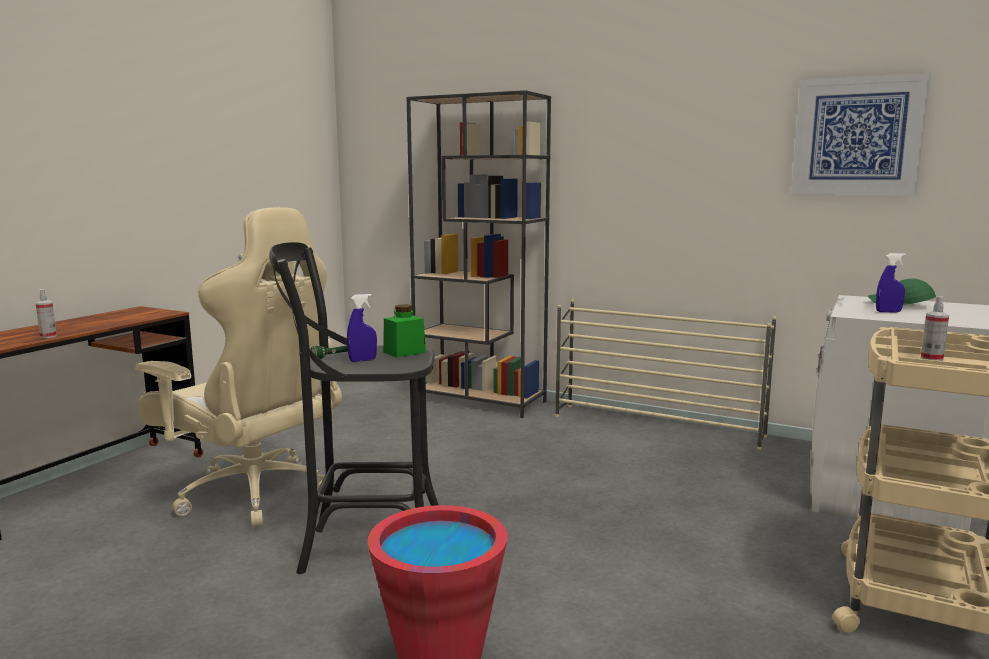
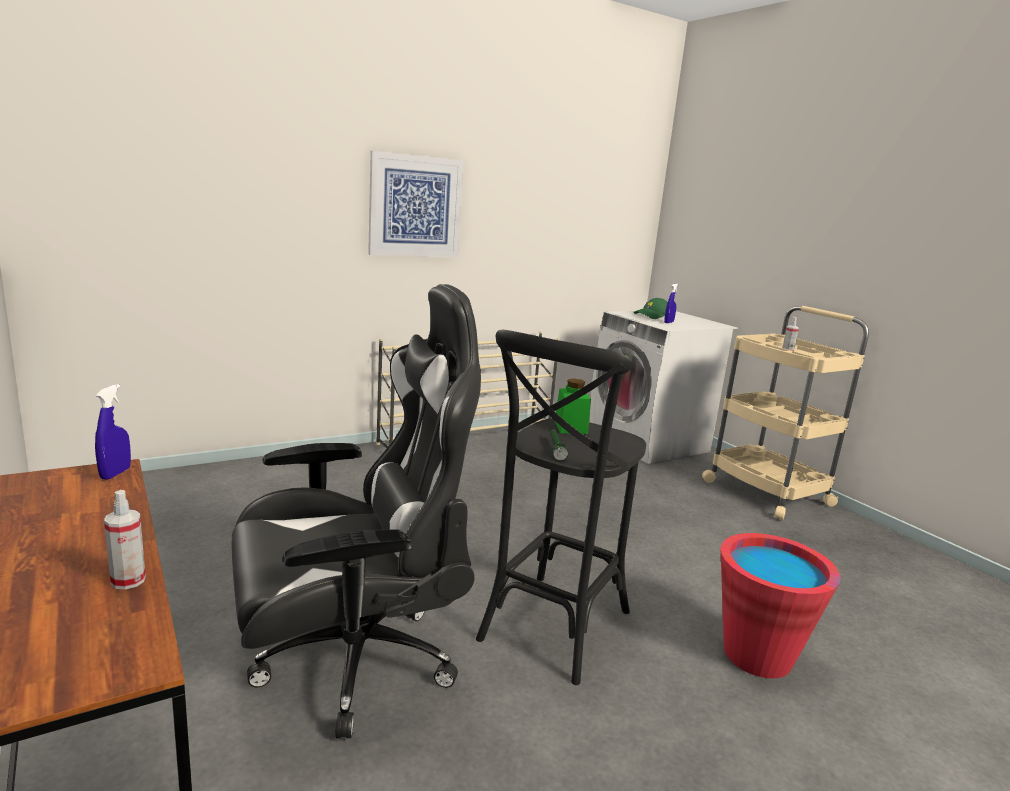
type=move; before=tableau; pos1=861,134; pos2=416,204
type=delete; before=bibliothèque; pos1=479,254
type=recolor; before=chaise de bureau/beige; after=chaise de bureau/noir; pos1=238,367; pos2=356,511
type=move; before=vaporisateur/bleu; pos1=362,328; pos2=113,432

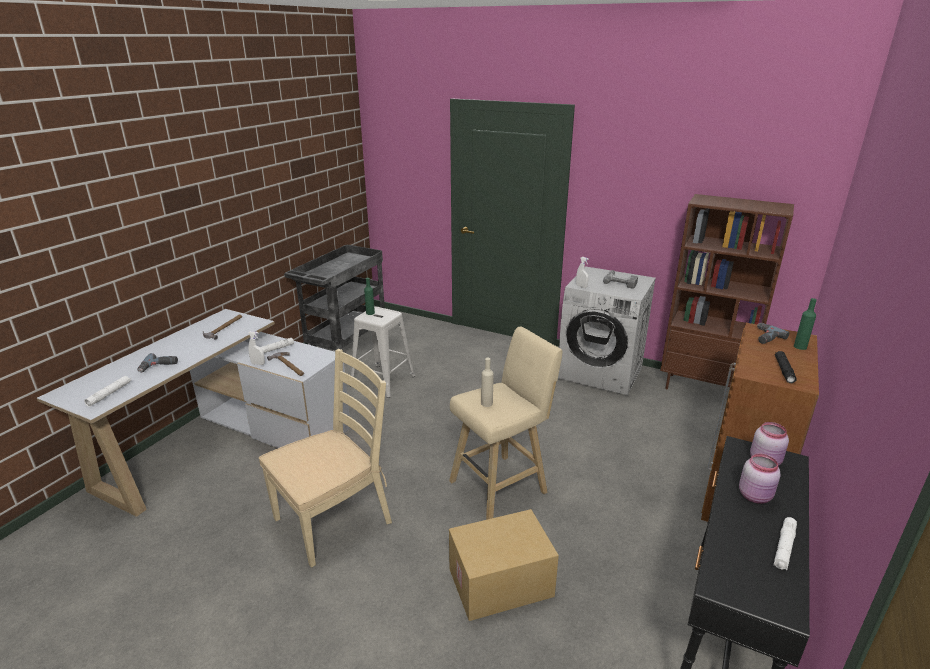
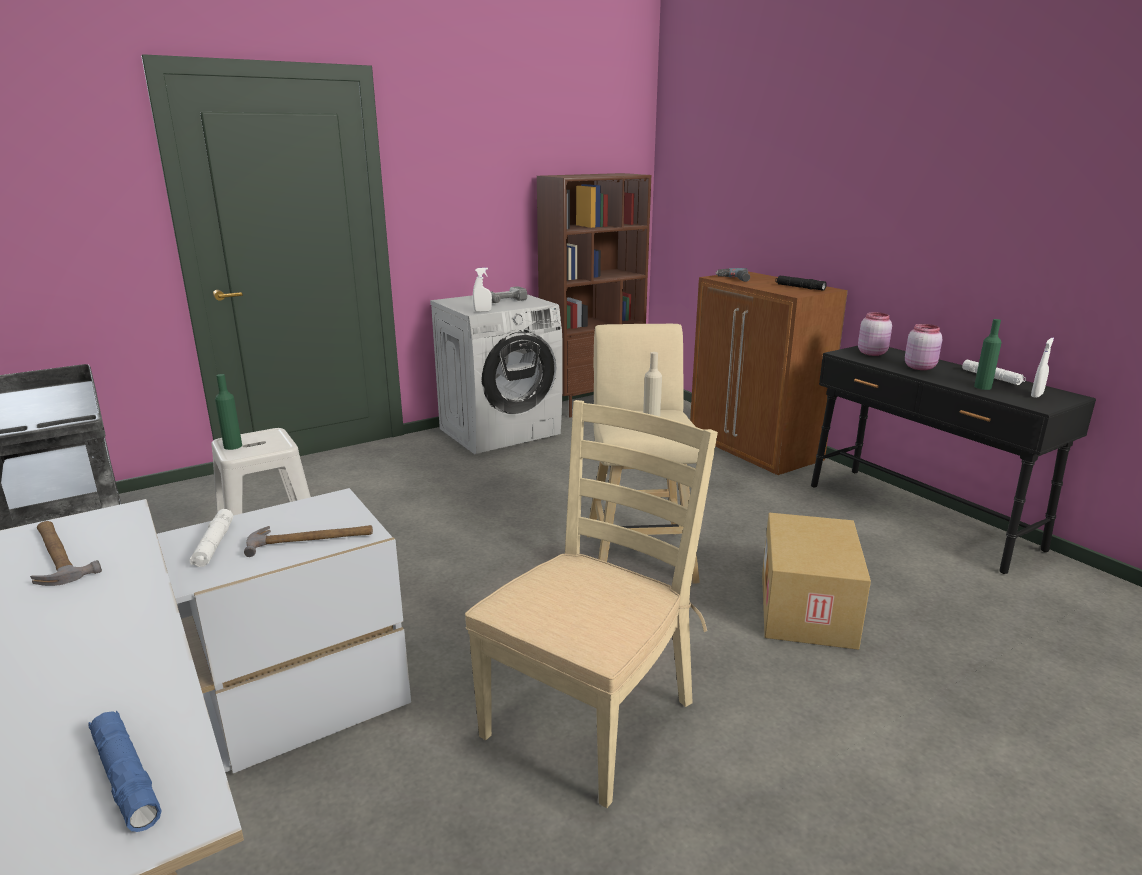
type=move; before=bouteille/vert; pos1=805,324; pos2=988,354
type=move; before=vaporisateur/blanc; pos1=256,348; pos2=1042,368
type=rotate; before=chaise/beige; pos1=325,458; pos2=591,604; turn=45
type=delete; before=perceuse; pos1=157,363
type=recolor; before=lampe de poche/blanc; after=lampe de poche/bleu; pos1=107,391; pos2=125,771

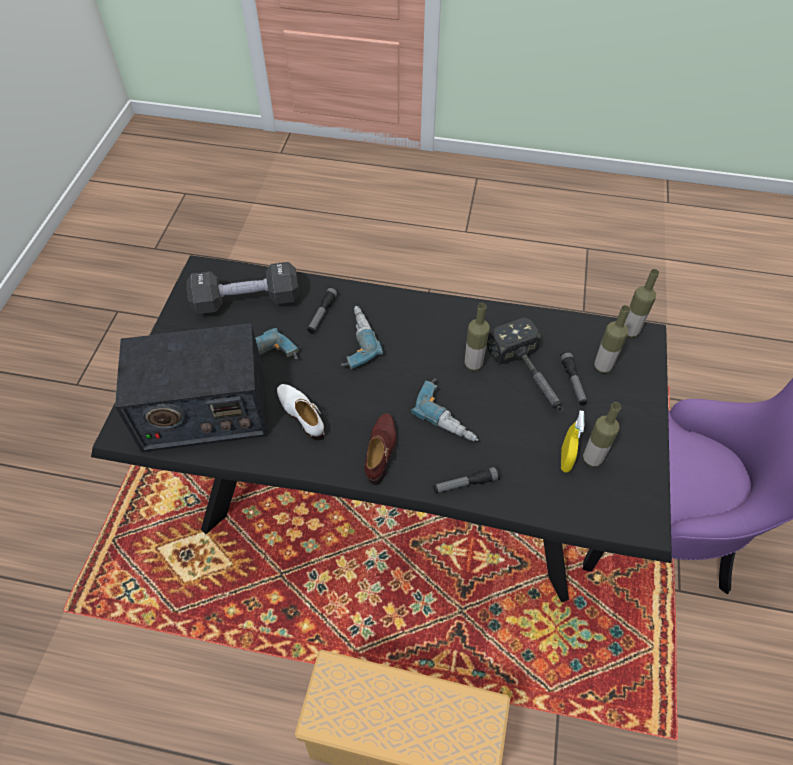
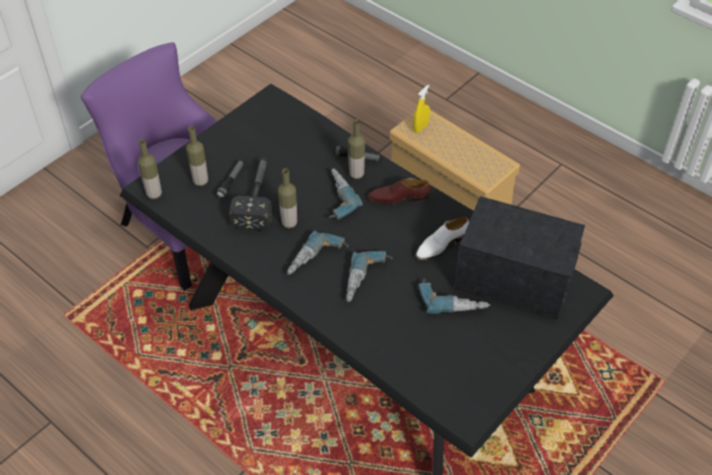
type=delete; before=haltère/noir; pos1=242,288
type=delete; before=lampe de poche; pos1=322,310
type=rotate; before=chaussure/blanc; pos1=301,412; pos2=442,238; turn=60
type=move; before=bouteille; pos1=602,434; pos2=356,149
type=move; before=vaporisateur/jaune; pos1=572,441; pos2=421,109
type=rotate; before=chaussure/marron; pos1=380,449; pos2=399,191; turn=45
type=insert; after=perceuse; pos2=318,252

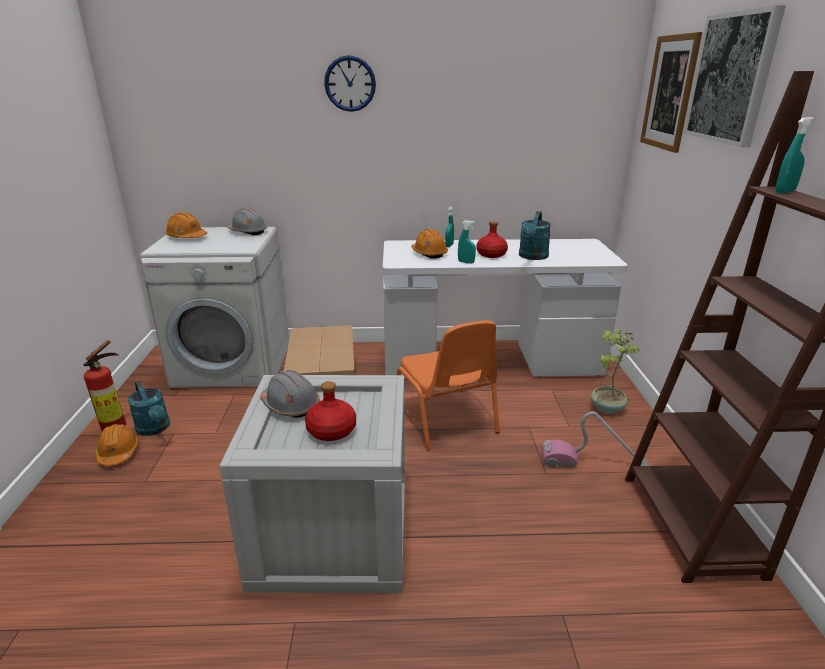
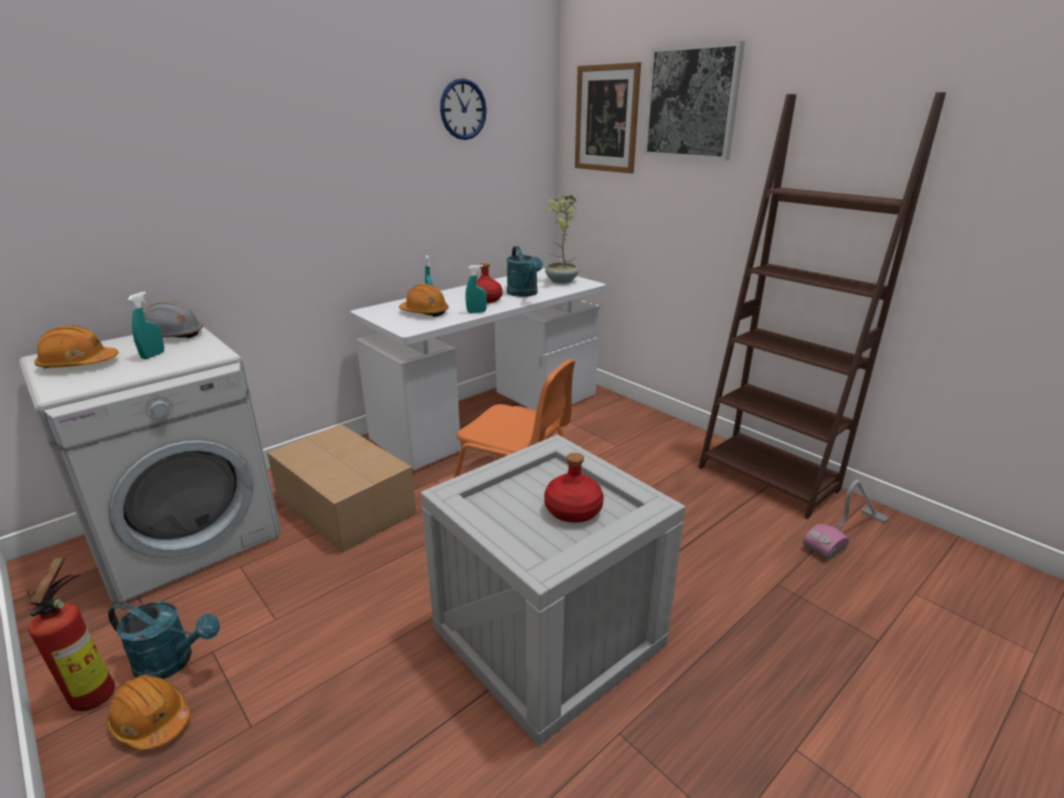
type=move; before=horloge murale; pos1=350,83; pos2=463,109
type=move; before=vaporisateur/turquoise; pos1=794,155; pos2=145,325
type=move; before=plante en pot; pos1=615,371; pos2=561,239
type=delete; before=casque de chantier/gris; pos1=290,394
type=move; before=aspirateur; pos1=595,440; pos2=846,520

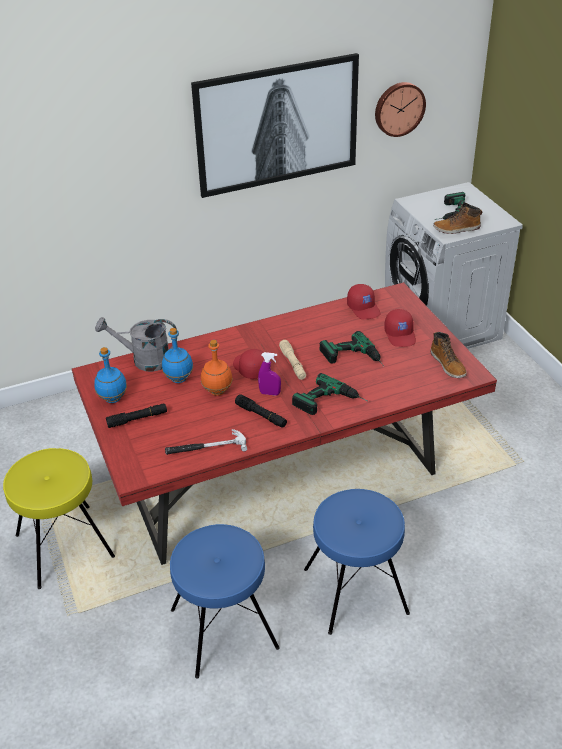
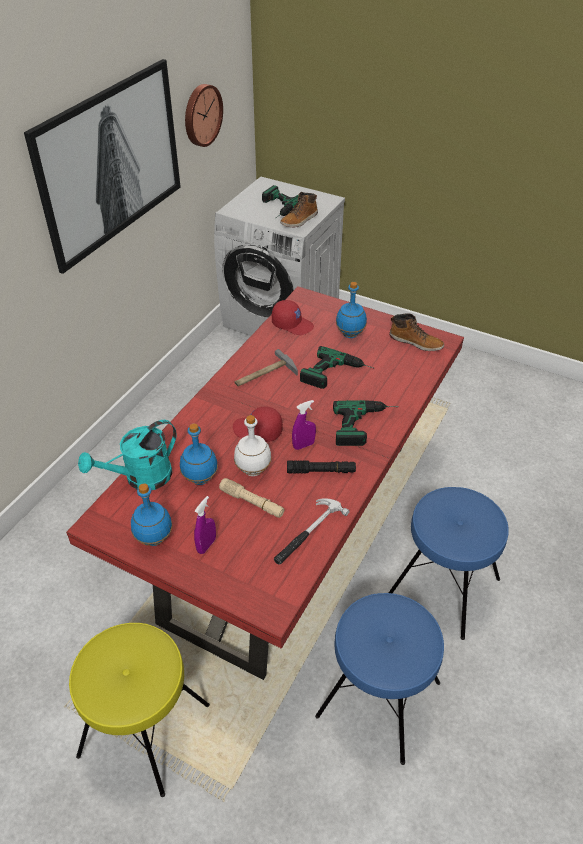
type=replace; before=casquette/rouge; after=bouteille/bleu; pos1=400,328; pos2=351,310
type=recolor; before=arrosoir/gris; after=arrosoir/turquoise; pos1=136,344; pos2=127,455
type=recolor; before=bouteille/orange; after=bouteille/blanc; pos1=217,368; pos2=253,445
type=move; before=lampe de poche/beige; pos1=292,360; pos2=251,498
type=replace; before=lampe de poche/noir; after=vaporisateur/violet; pos1=136,416; pos2=205,525
type=insert; after=marteau; pos2=266,367

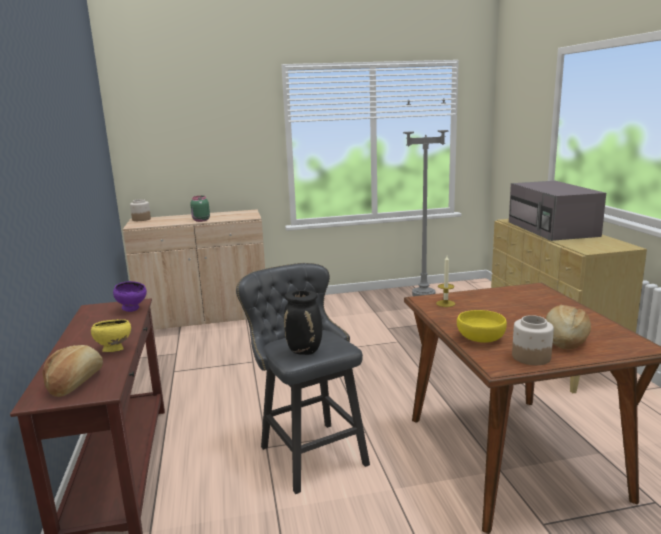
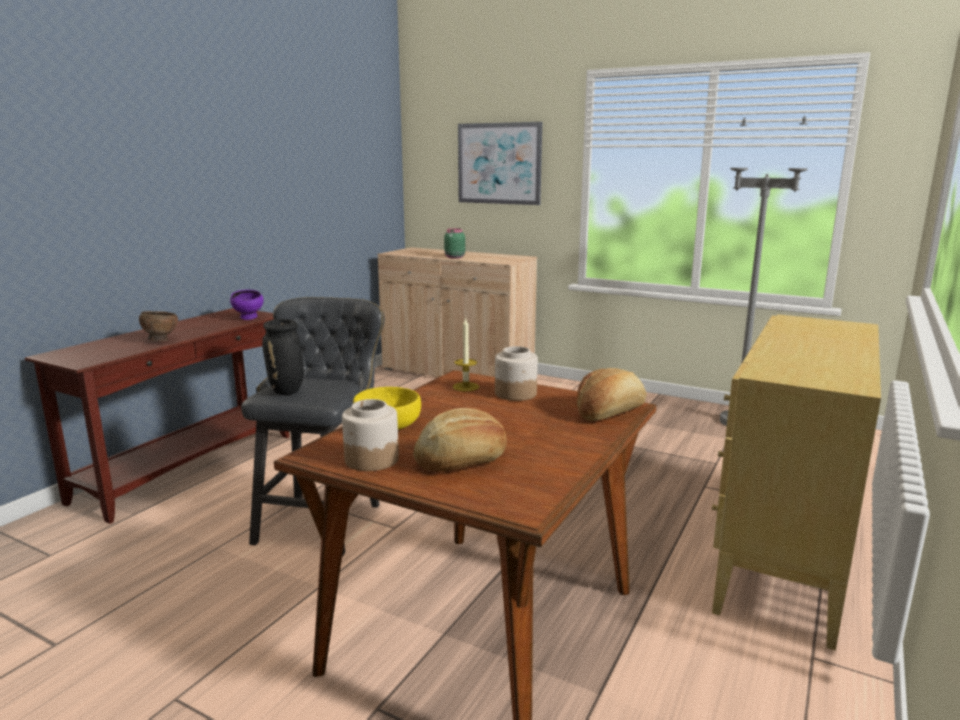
type=delete; before=micro-ondes/gris; pos1=557,211
type=move; before=bocal; pos1=140,210; pos2=516,373
type=recolor; before=bol/jaune; after=bol/marron; pos1=111,335; pos2=158,326
type=move; before=pain; pos1=73,371; pos2=612,394
type=insert; after=tableau; pos2=500,163

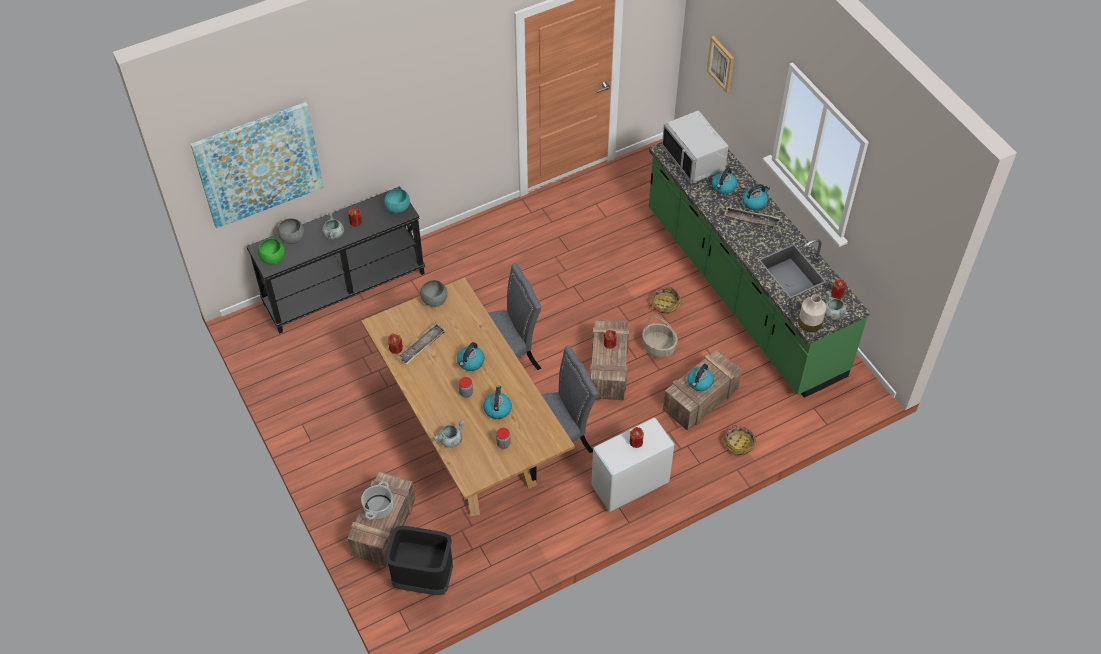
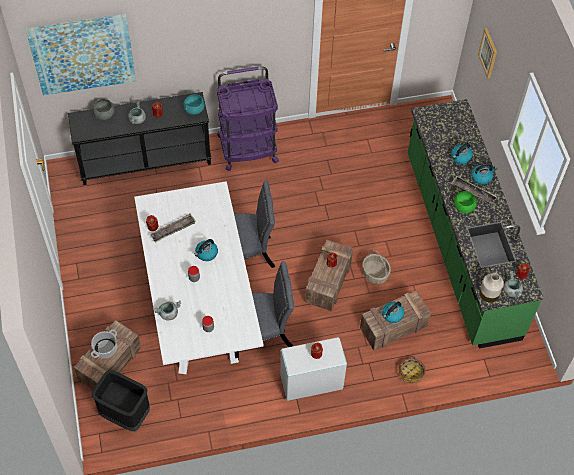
type=delete; before=micro-ondes/gris; pos1=695,147
type=move; before=bol/vert; pos1=271,251; pos2=465,202
type=recolor; before=table à manger/marron; after=table à manger/blanc; pos1=468,397; pos2=199,277
type=delete; before=bol/gris; pos1=434,293
type=delete; before=panier; pos1=665,300
type=delete; before=bouilloire; pos1=497,402
type=insert; after=chariot/violet; pos2=248,119

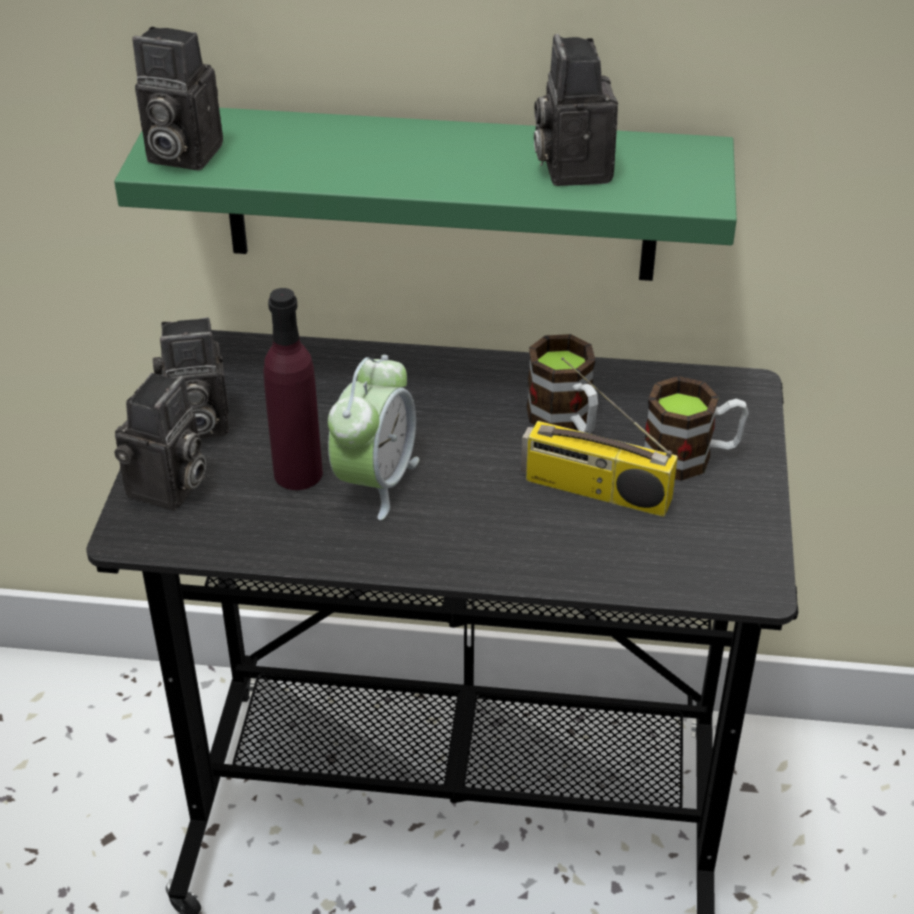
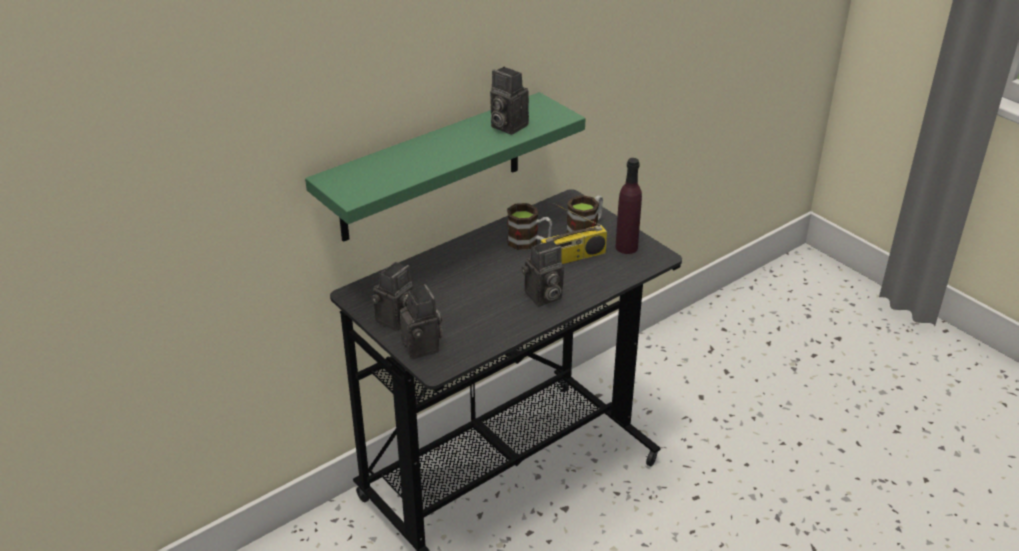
type=move; before=appareil photo; pos1=178,98; pos2=543,273
type=move; before=bouteille/violet; pos1=293,389; pos2=629,206
type=delete; before=réveil; pos1=373,437

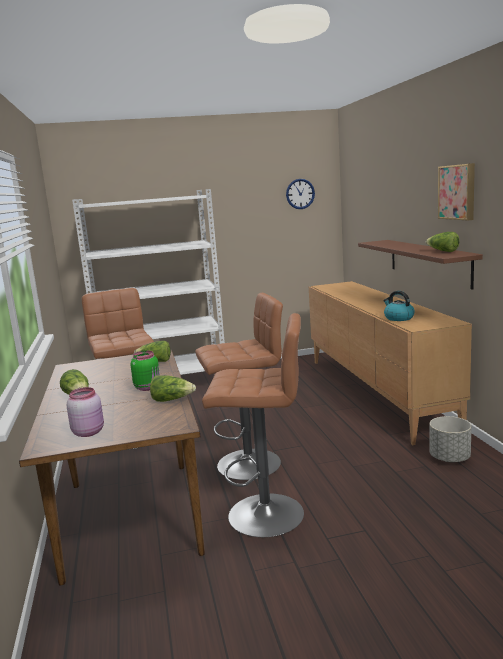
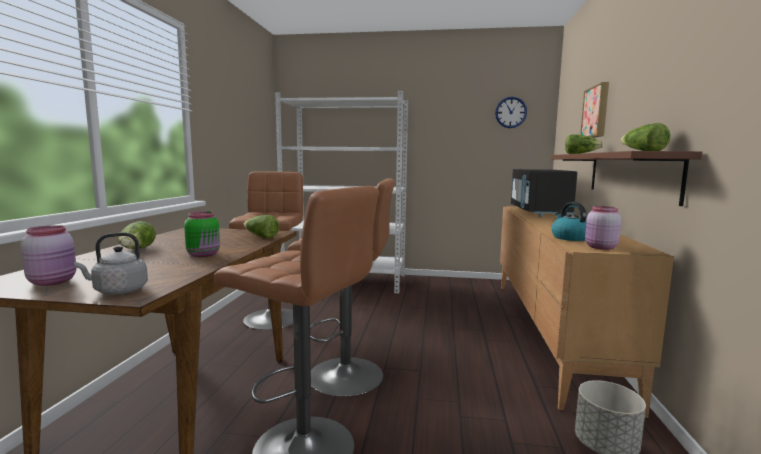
type=move; before=tableau; pos1=456,192; pos2=594,110
type=move; before=laitue; pos1=173,388; pos2=584,144
type=insert; after=micro-ondes/noir; pos2=544,193
type=insert; after=bocal/rose; pos2=603,228
type=insert; after=bouilloire/gris; pos2=111,263

